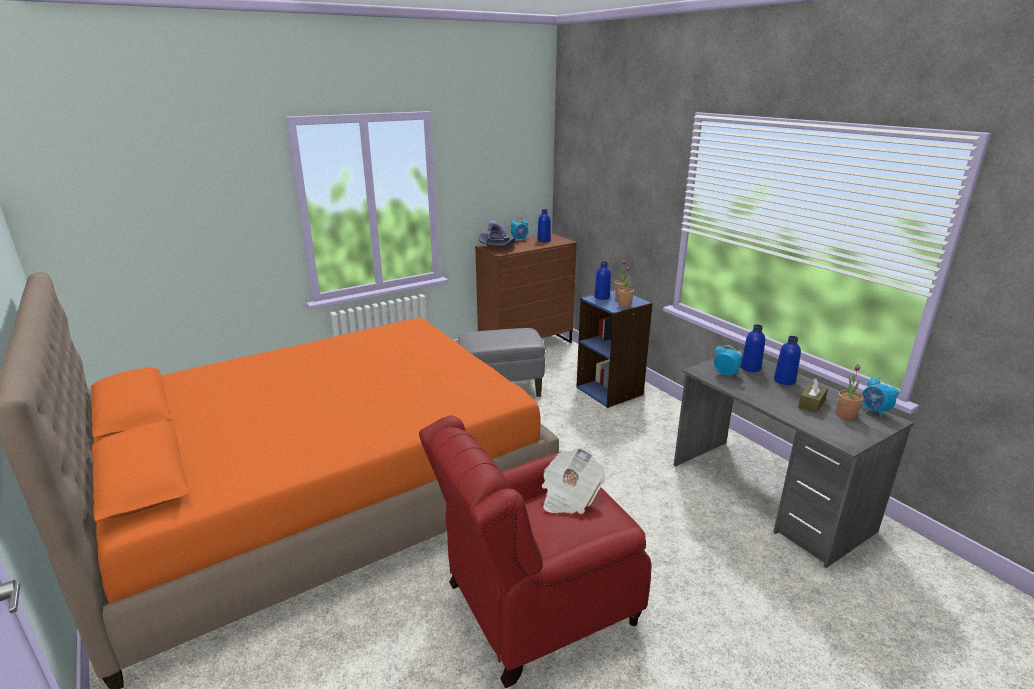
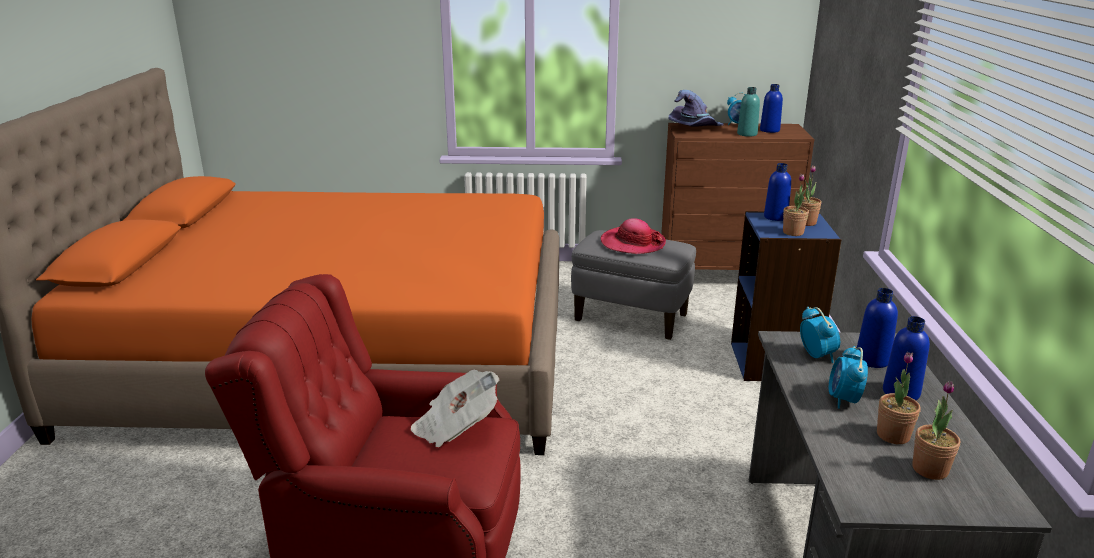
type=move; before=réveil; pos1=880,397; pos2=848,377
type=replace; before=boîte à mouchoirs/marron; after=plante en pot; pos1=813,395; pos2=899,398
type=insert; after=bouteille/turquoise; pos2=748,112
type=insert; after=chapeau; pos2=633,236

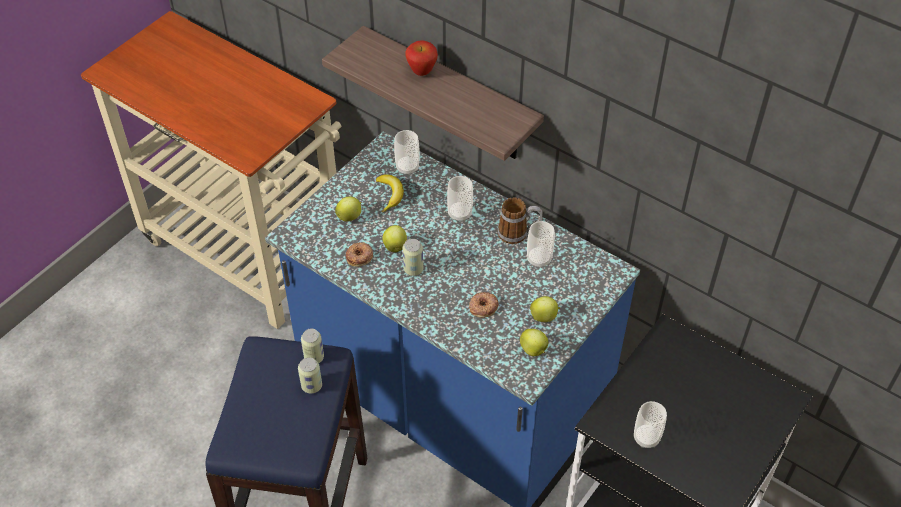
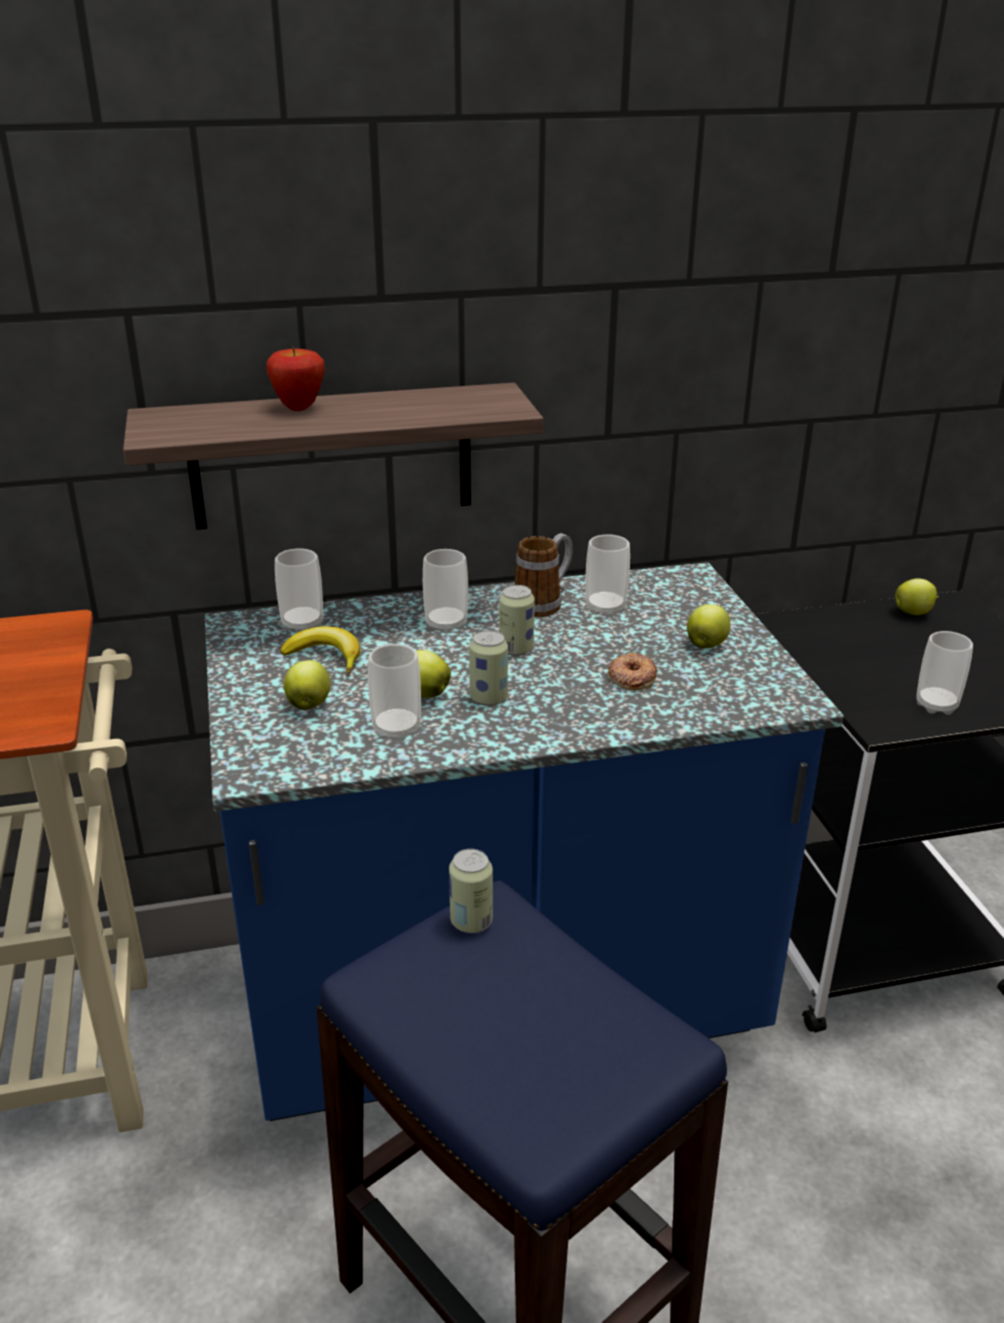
type=replace; before=beignet; after=tasse; pos1=359,254; pos2=394,693
type=move; before=pomme; pos1=534,342; pos2=917,596
type=move; before=boîte métallique; pos1=310,375; pos2=517,620

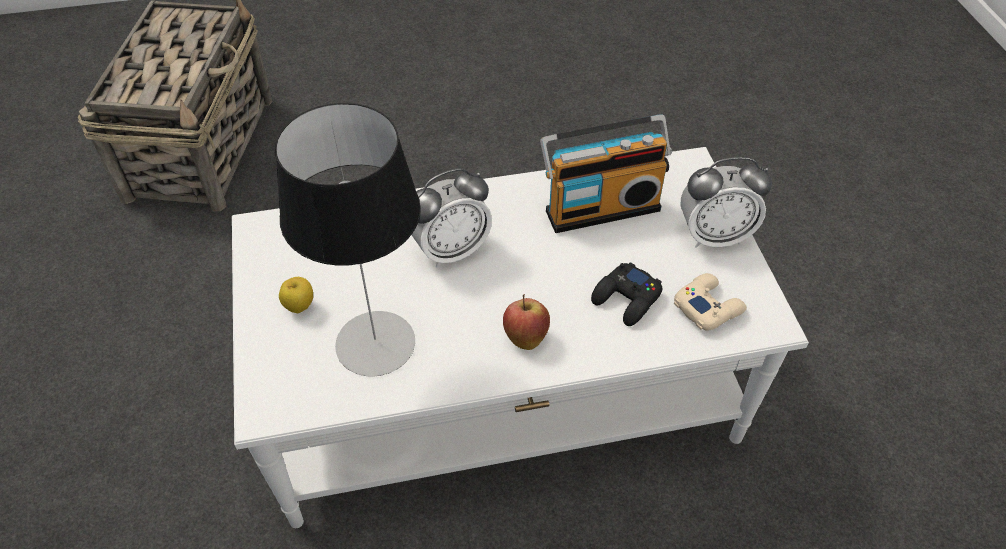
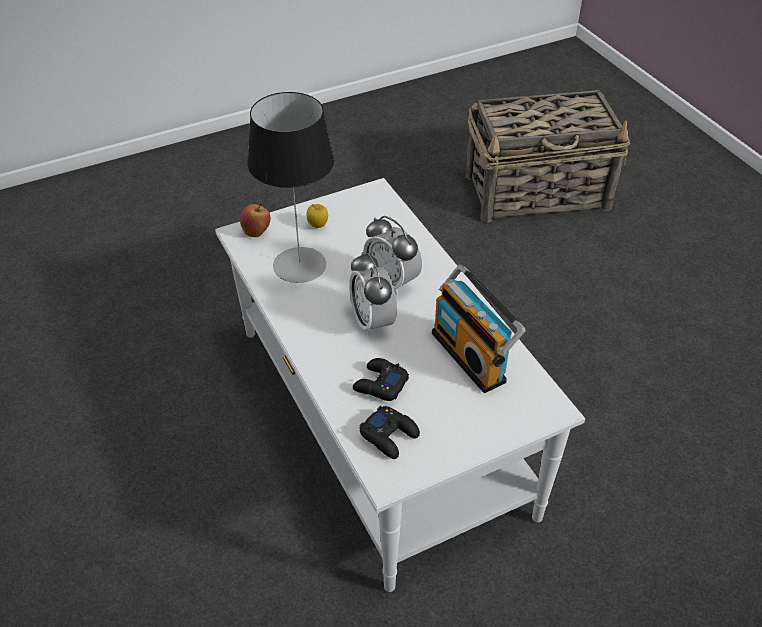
type=move; before=réveil; pos1=726,202; pos2=373,294
type=recolor; before=manette/beige; after=manette/noir; pos1=710,302; pos2=390,432
type=move; before=pomme; pos1=526,322; pos2=255,220

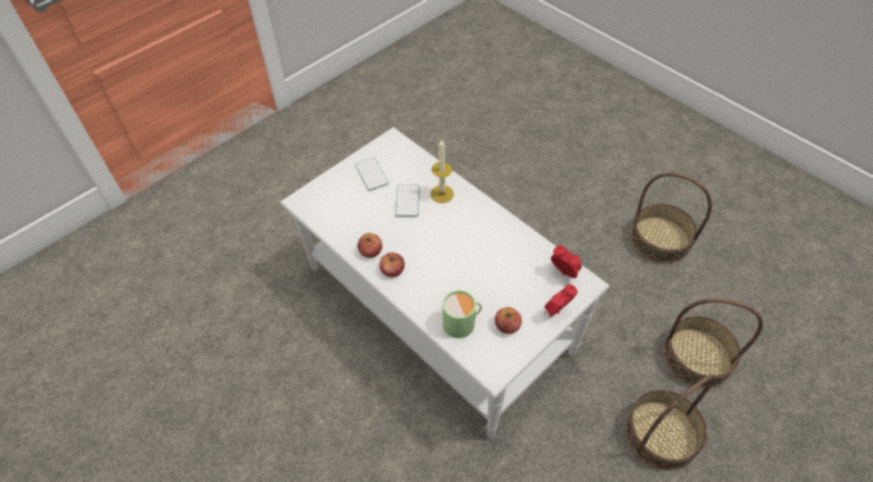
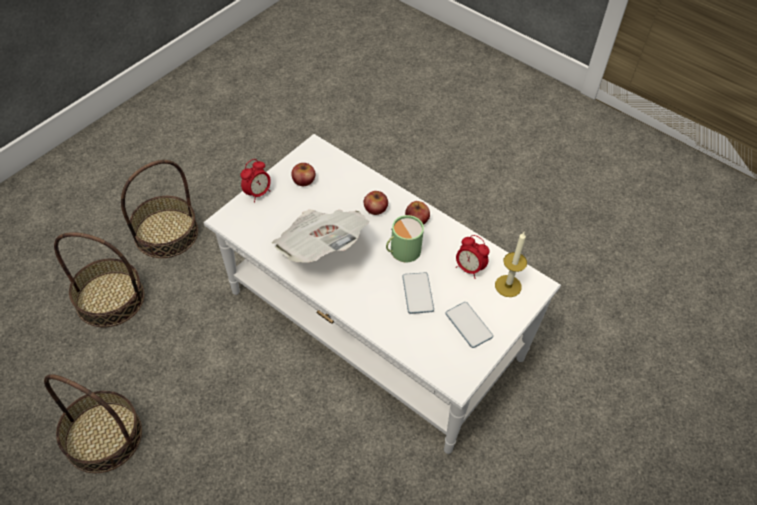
type=move; before=bougie; pos1=442,171; pos2=511,264
type=move; before=pomme; pos1=369,245; pos2=376,203
type=move; before=réveil; pos1=566,261; pos2=473,257
type=move; before=mug/vert; pos1=462,314; pos2=405,238
type=insert; after=journal; pos2=321,236

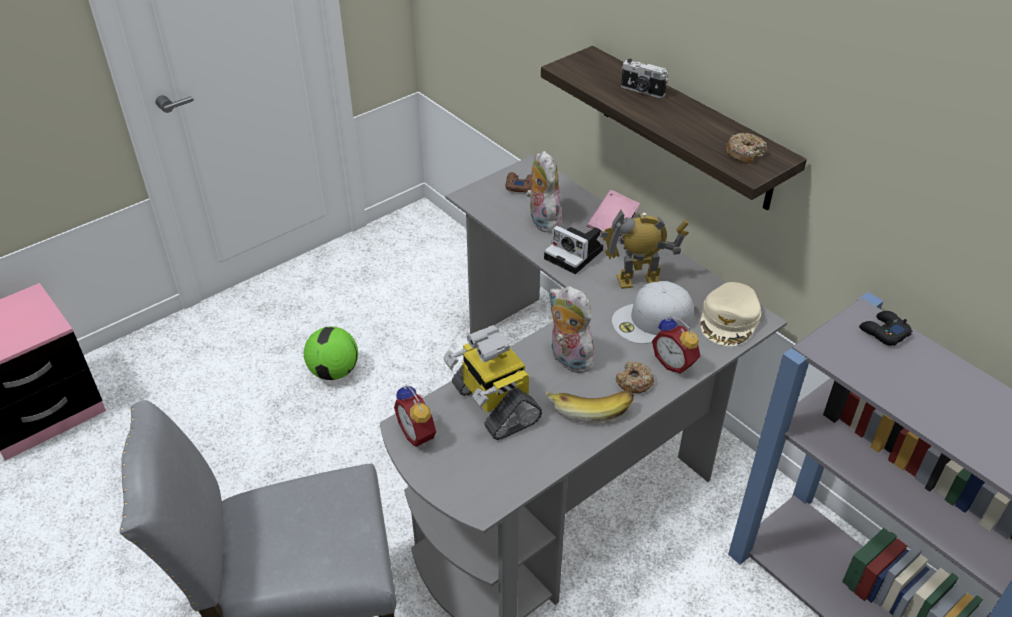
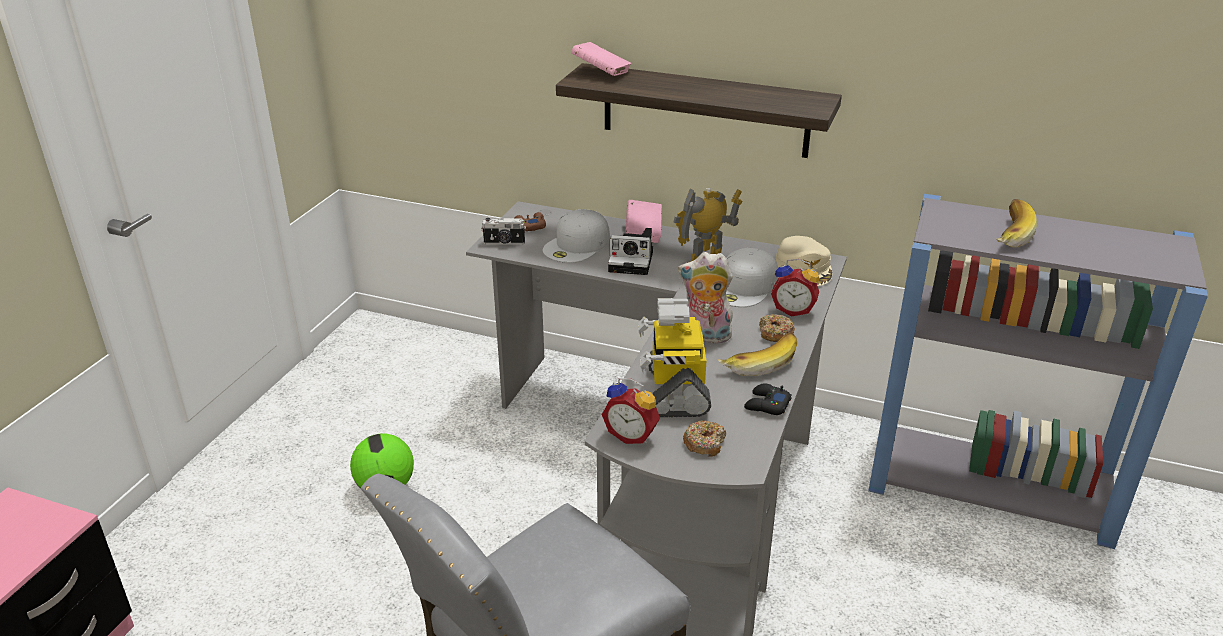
type=move; before=appareil photo; pos1=644,78; pos2=503,231
type=move; before=beignet; pos1=746,148; pos2=704,438
type=replace; before=peluche; after=casquette/blanc; pos1=544,192; pos2=576,236
type=move; before=manette/noir; pos1=885,328; pos2=768,399
type=rotate; before=robot jouet; pos1=492,382; pos2=674,357; turn=60
type=insert; after=livre/rose; pos2=601,59
type=insert; after=banane; pos2=1017,223

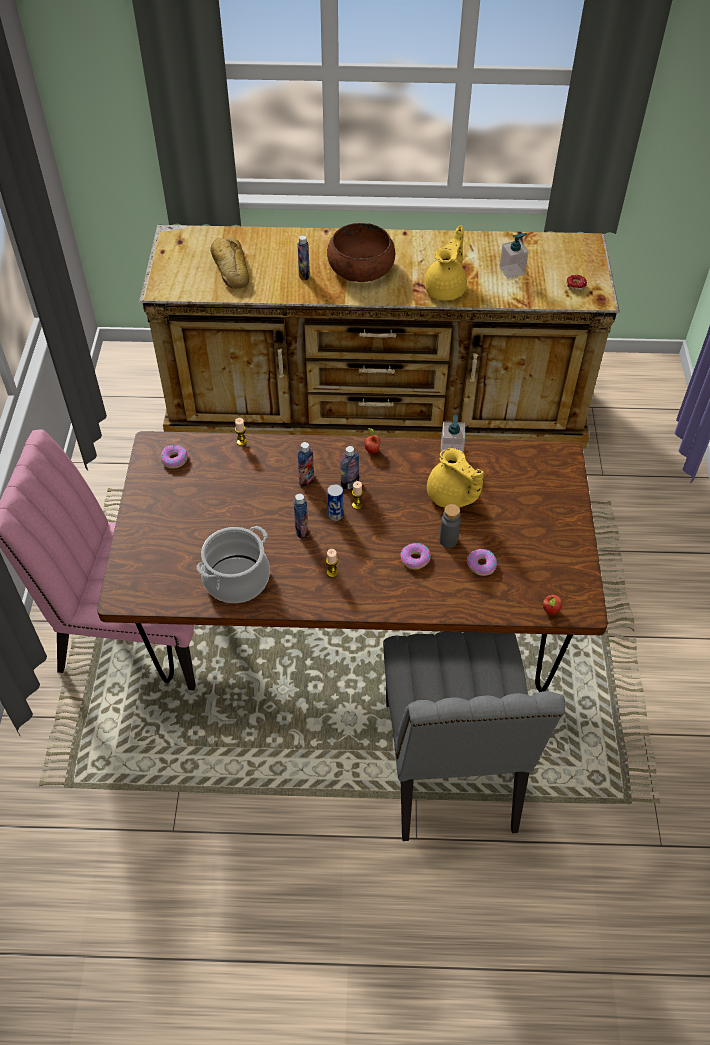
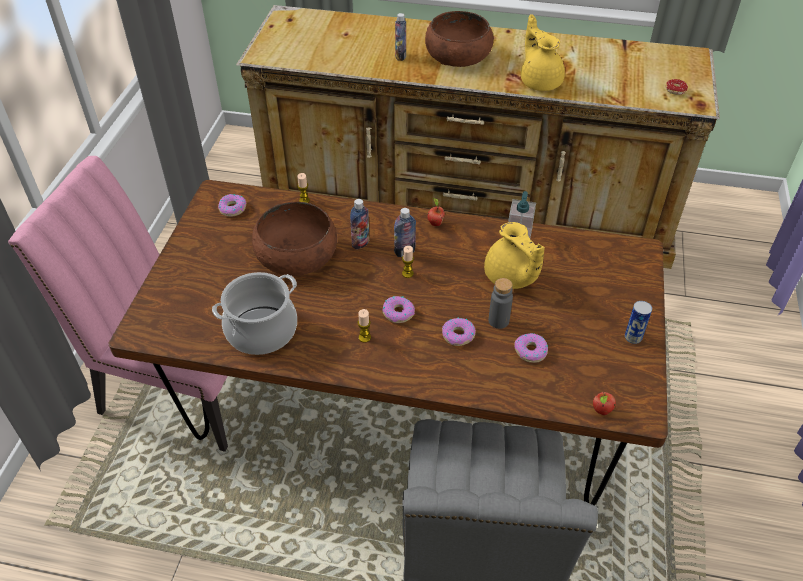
type=rotate; before=théière/jaune; pos1=445,262; pos2=543,52; turn=-60
type=delete; before=distributeur de savon; pos1=514,256
type=delete; before=pain; pos1=229,263
type=move; before=boîte métallique; pos1=335,502; pos2=638,322
type=delete; before=bouteille; pos1=300,516
type=insert; after=bol/marron; pos2=294,239
type=insert; after=beignet; pos2=398,309

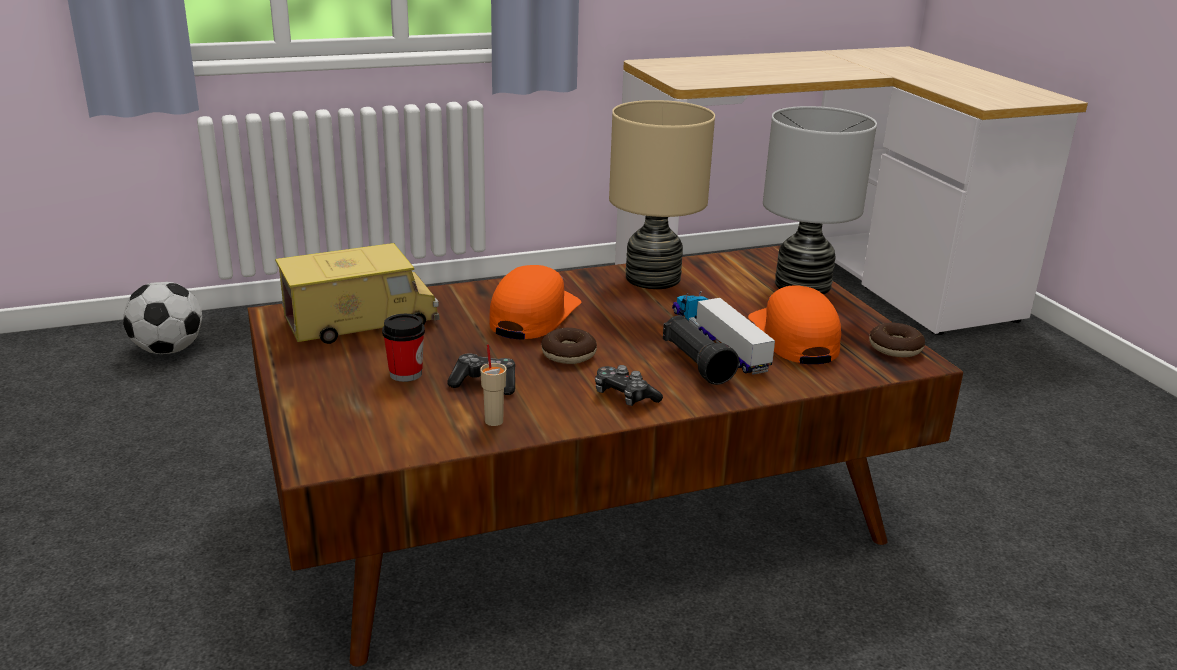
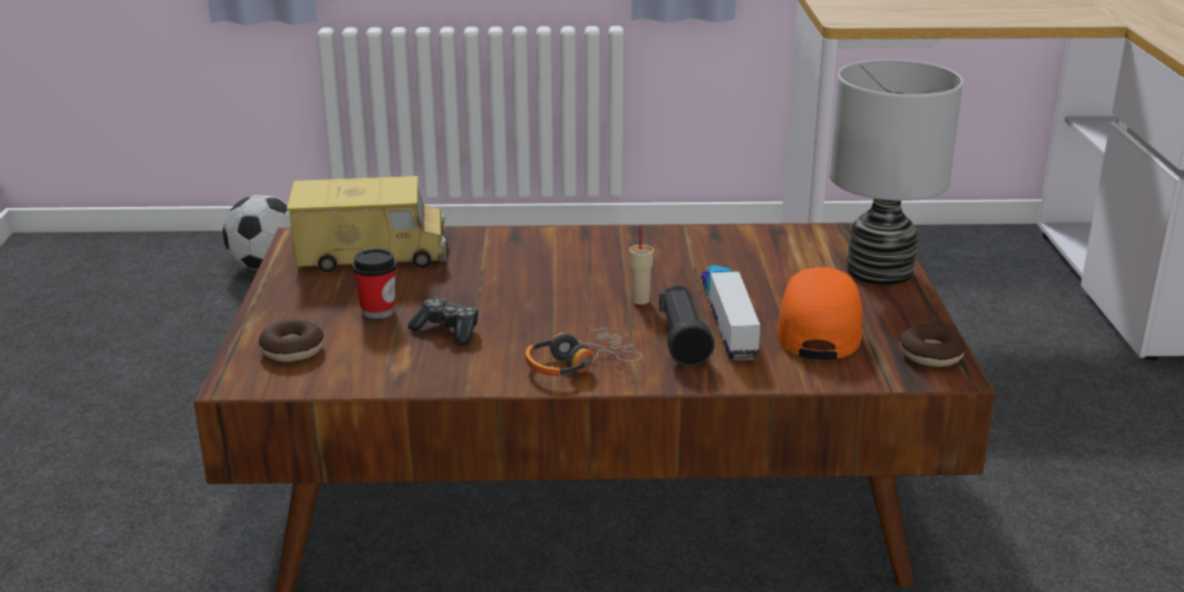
type=delete; before=lampe de table/beige; pos1=662,194
type=delete; before=casquette/orange; pos1=535,302
type=move; before=beignet; pos1=569,346; pos2=291,340
type=move; before=tasse/beige; pos1=493,385; pos2=641,265
type=replace; before=manette; after=casque audio; pos1=629,385; pos2=583,350

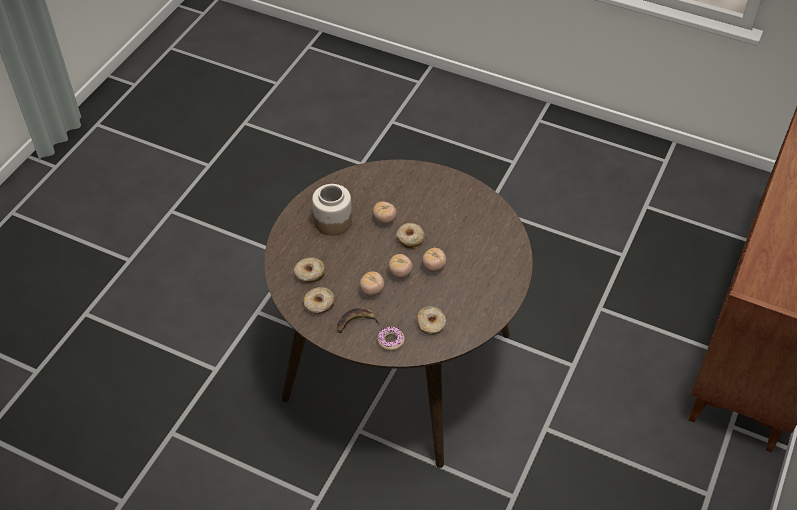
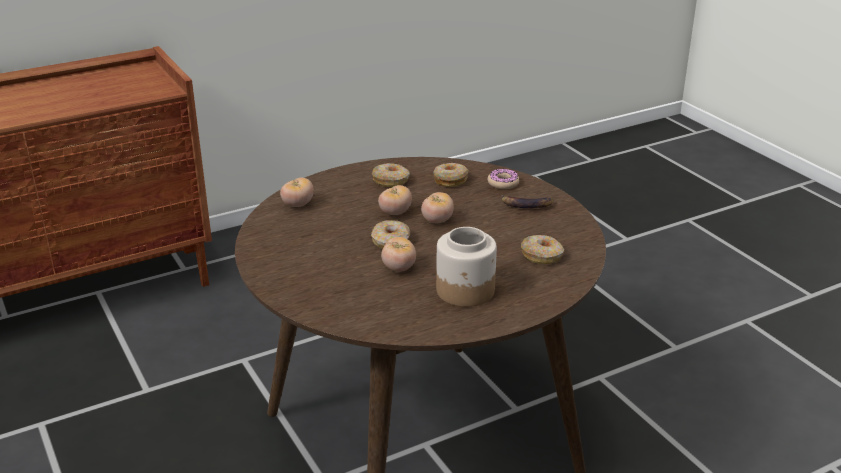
type=move; before=tomate; pos1=371,284; pos2=297,192
type=move; before=beignet; pos1=319,300; pos2=390,175

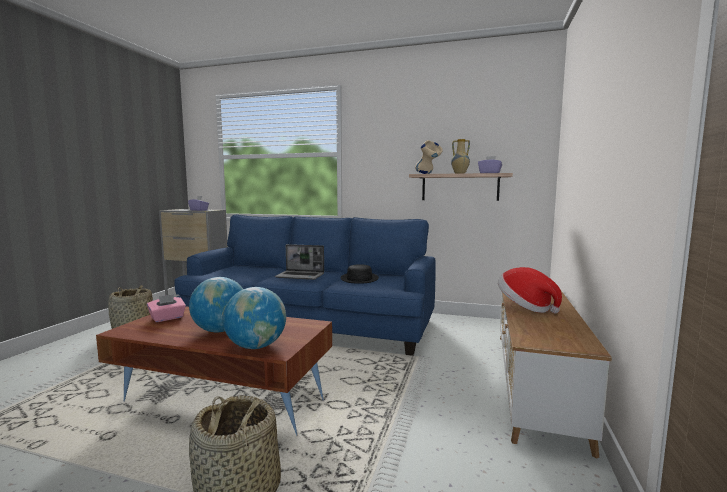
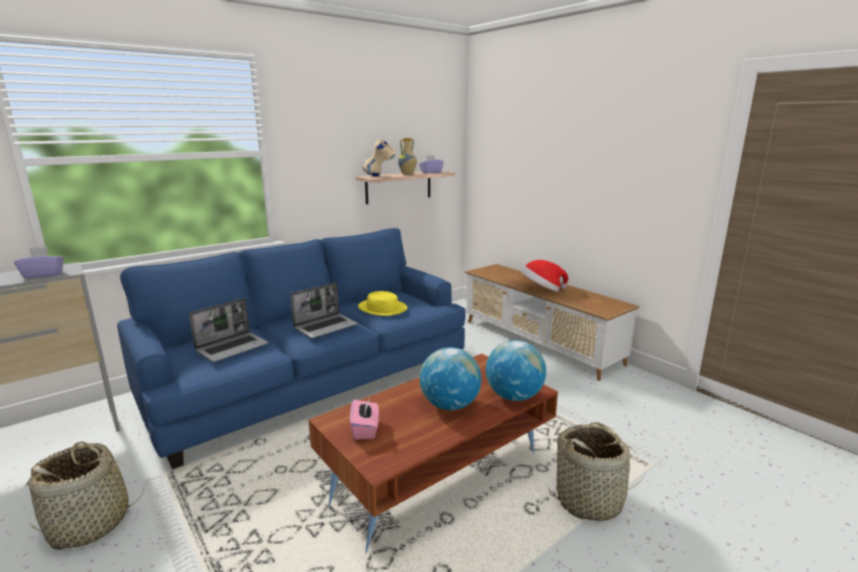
type=recolor; before=chapeau/noir; after=chapeau/jaune; pos1=359,274; pos2=382,303
type=insert; after=ordinateur portable; pos2=229,330

